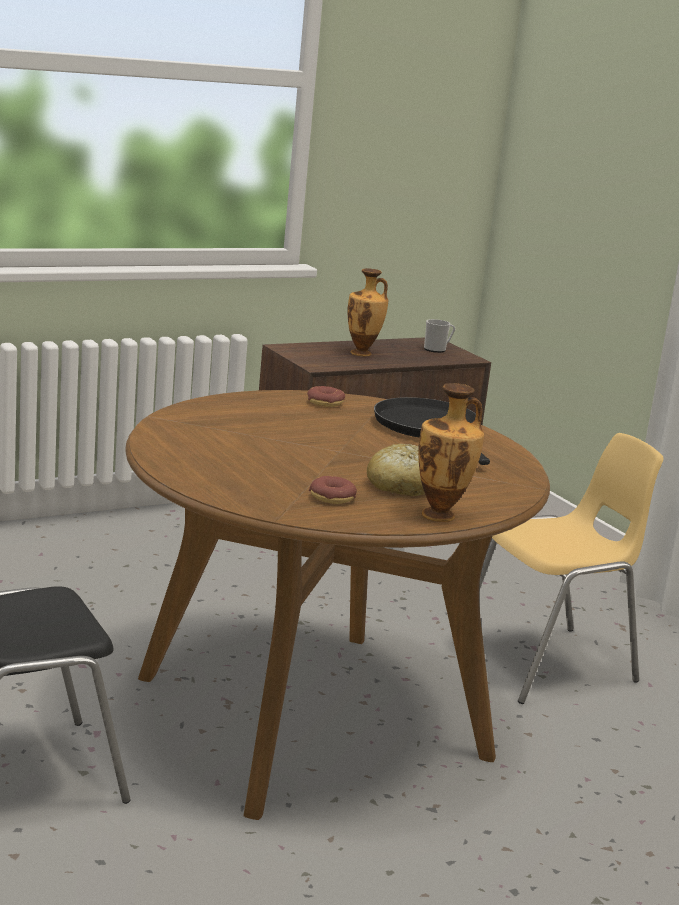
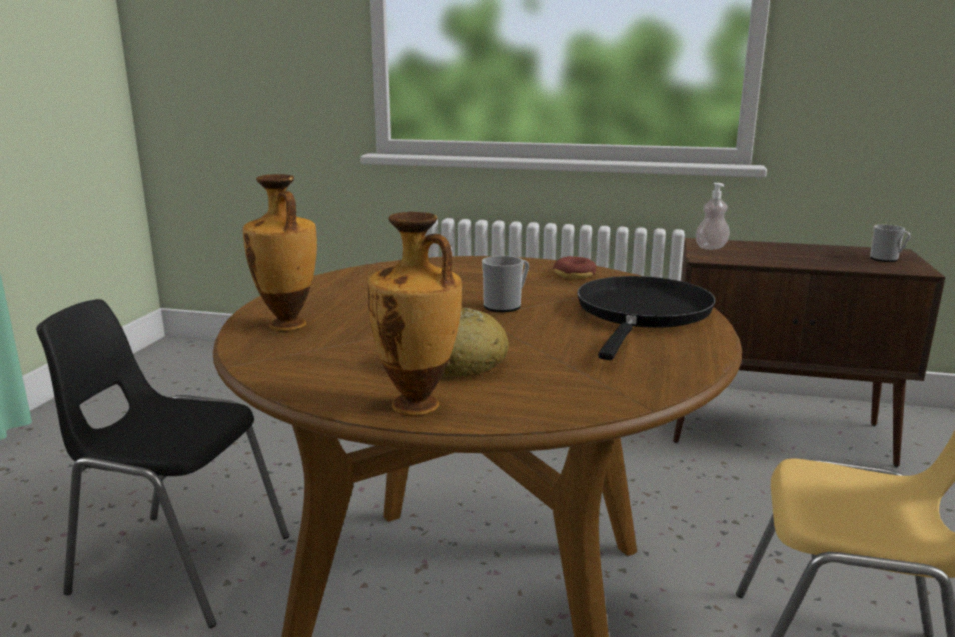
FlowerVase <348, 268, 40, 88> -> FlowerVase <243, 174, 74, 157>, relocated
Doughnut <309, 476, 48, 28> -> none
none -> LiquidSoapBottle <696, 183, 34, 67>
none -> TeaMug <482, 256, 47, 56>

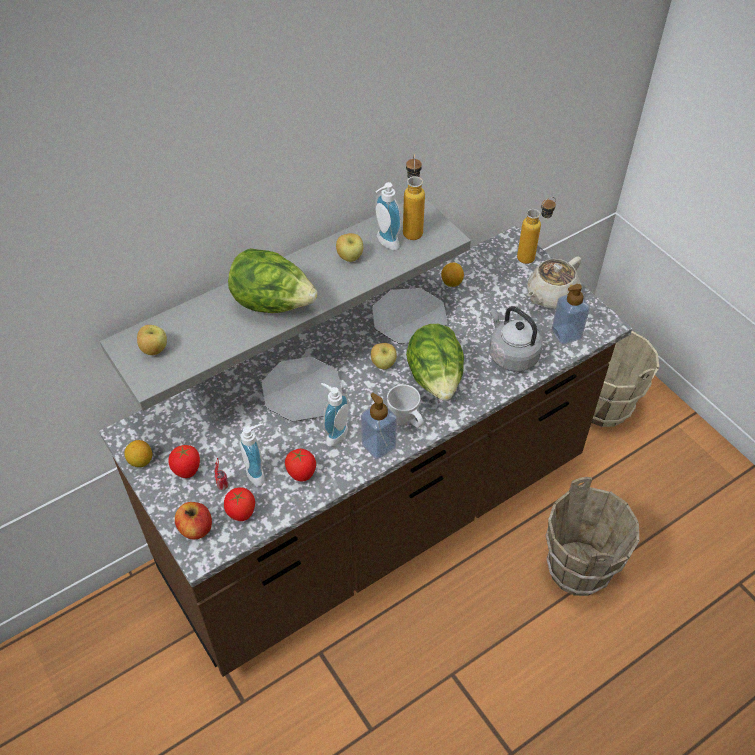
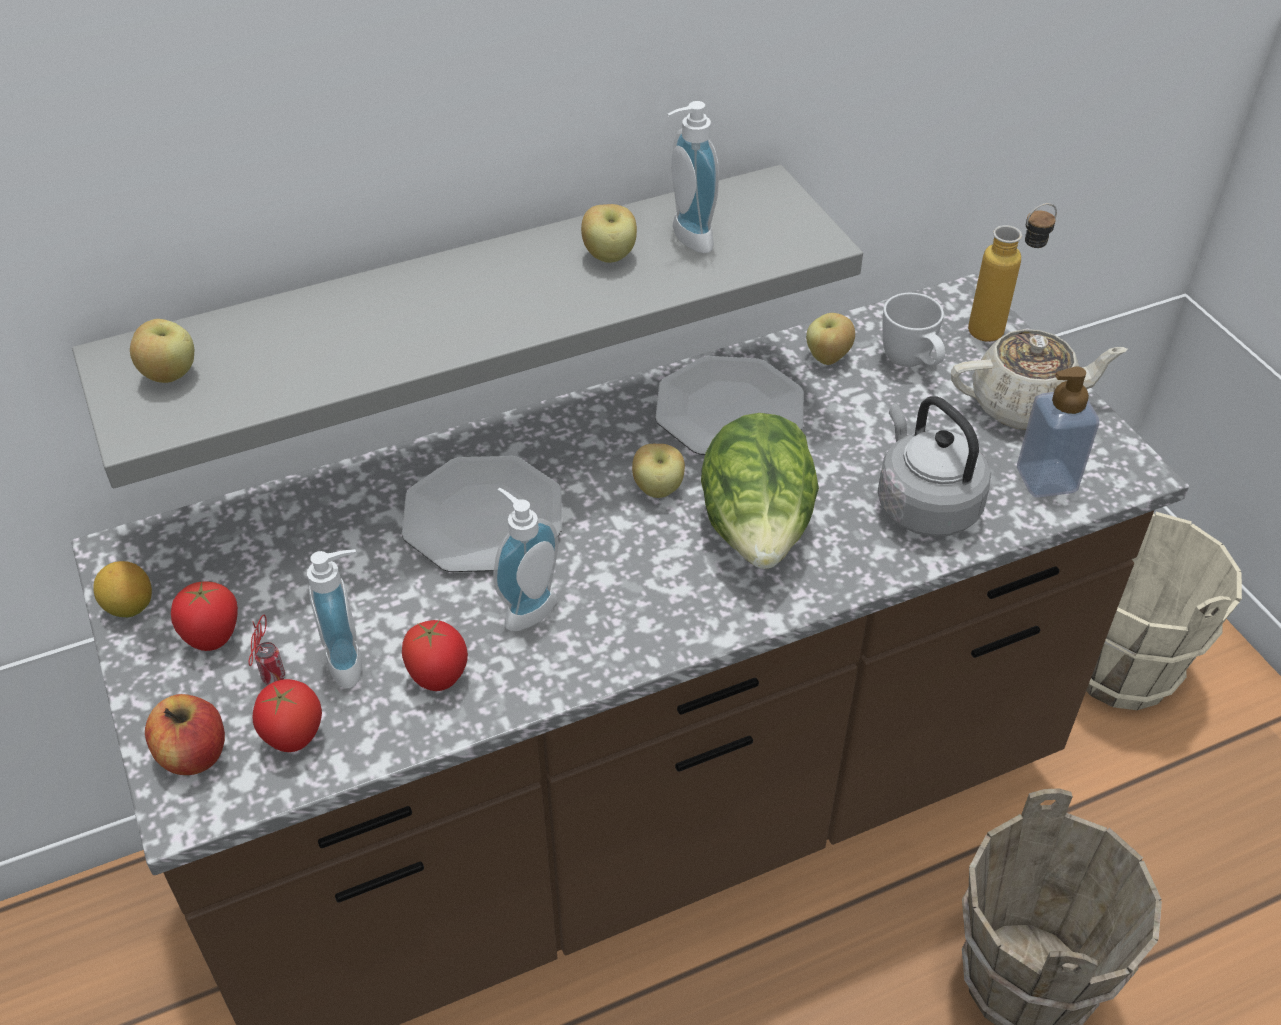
Bottle <403, 154, 22, 86> -> none
HeadOfLettuce <228, 248, 90, 65> -> none
SandColouredPotForTea <527, 256, 54, 53> -> SandColouredPotForTea <951, 329, 176, 101>, 150 degrees counterclockwise
Lemon <441, 262, 23, 25> -> Apple <806, 313, 49, 52>
WhitishTeaMug <387, 385, 37, 42> -> WhitishTeaMug <882, 293, 63, 74>, relocated
LiquidSoapBottle <361, 393, 36, 66> -> none

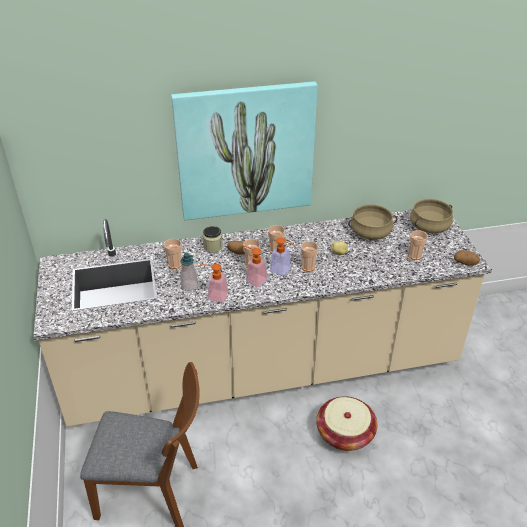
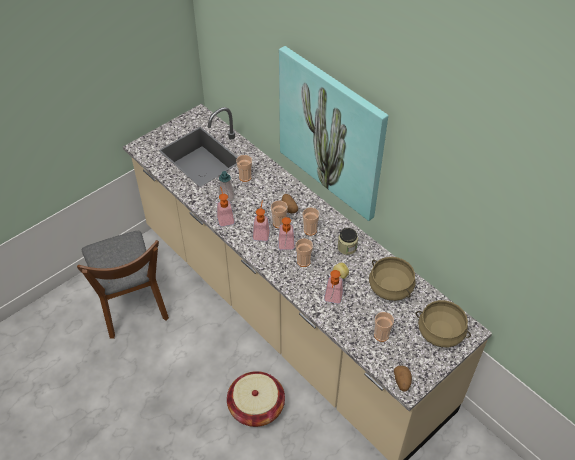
StorageJar <203, 226, 20, 27> -> StorageJar <338, 228, 20, 27>, relocated
none -> LiquidSoapBottle <324, 270, 19, 34>

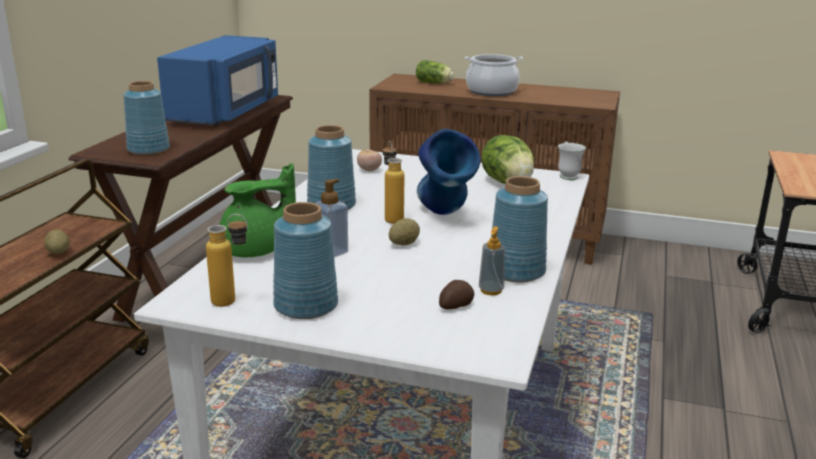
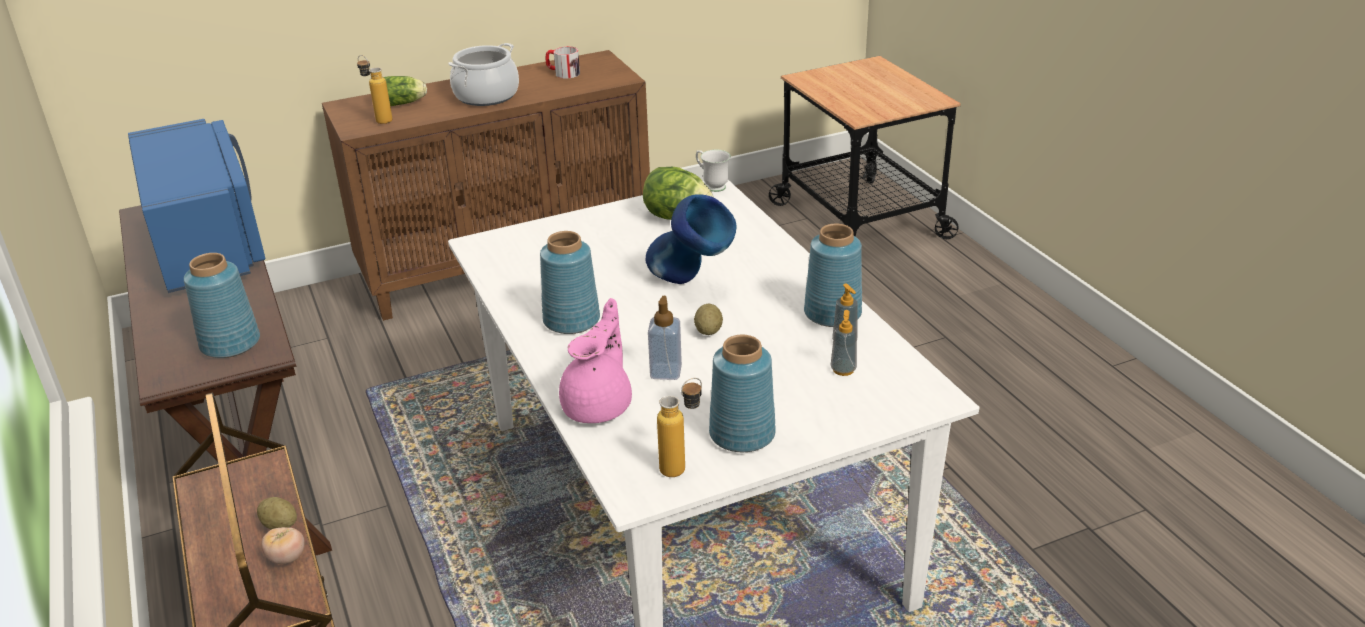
Bottle <383, 141, 21, 83> -> Bottle <357, 55, 36, 69>, relocated
Tomato <357, 149, 25, 22> -> Tomato <261, 527, 44, 37>, relocated
GreenishPotForTea <219, 163, 77, 94> -> PinkPotForTea <559, 298, 73, 125>
WholePotato <439, 280, 35, 30> -> LiquidSoapBottle <831, 310, 26, 66>
none -> TeaMug <546, 46, 34, 32>

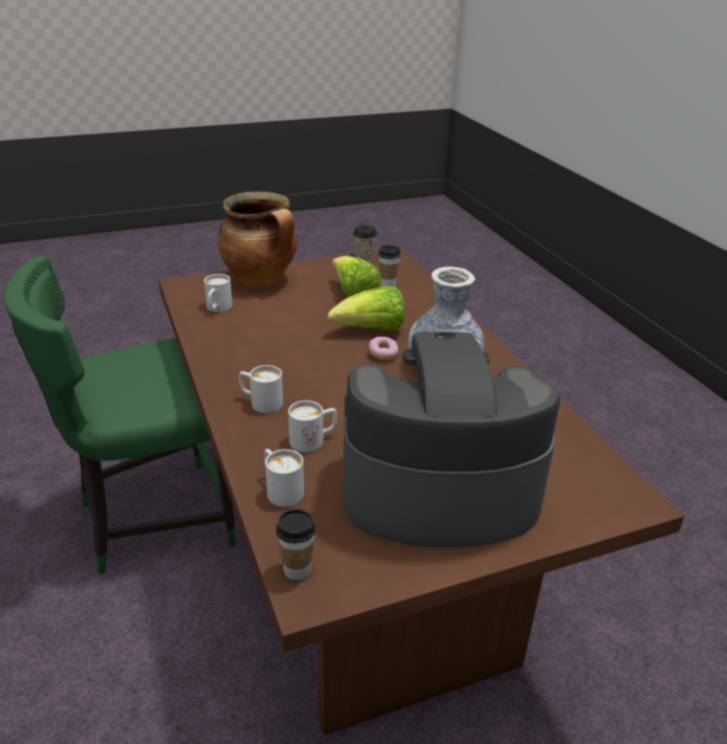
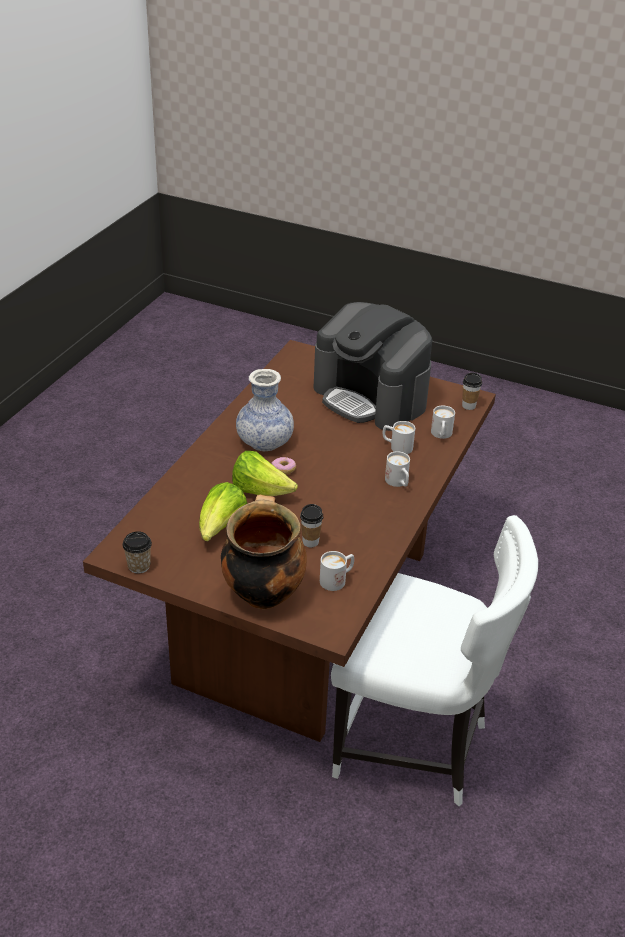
SmallCup <378, 245, 23, 42> -> SmallCup <300, 504, 23, 44>, relocated
GreenishUprightChair <4, 256, 232, 319> -> WhitishUprightChair <331, 515, 207, 291>

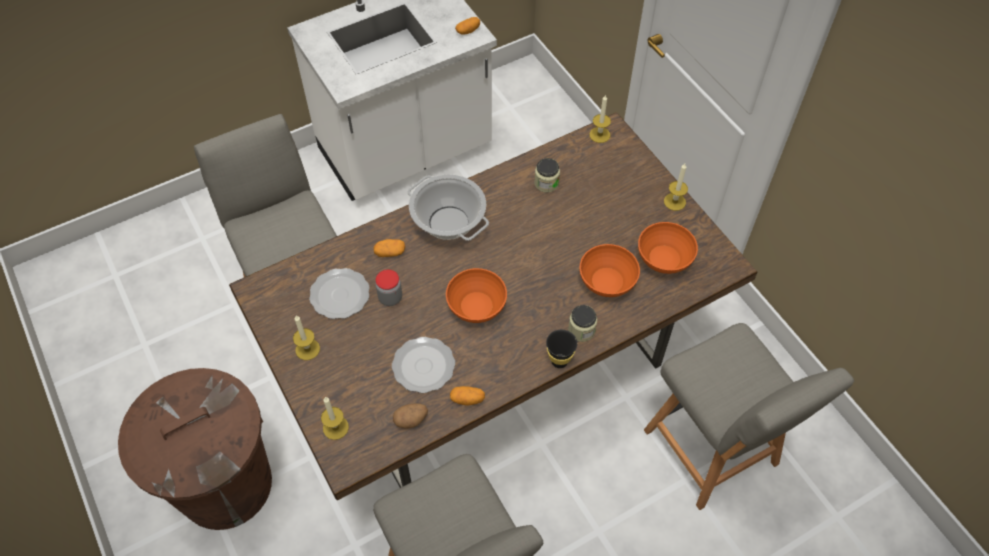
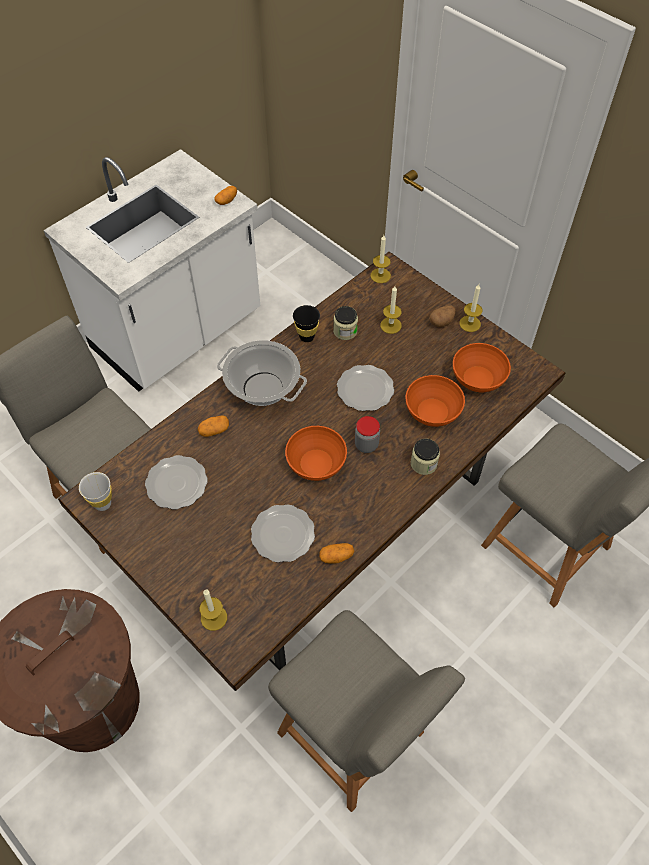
StorageJar <375, 269, 27, 37> -> StorageJar <355, 416, 25, 37>, relocated
WaxLight <293, 316, 27, 44> -> WaxLight <380, 286, 22, 48>, relocated
BlackColouredSmallCup <546, 330, 31, 38> -> BlackColouredSmallCup <293, 305, 27, 37>, relocated
WholePotato <393, 403, 35, 26> -> WholePotato <429, 305, 27, 22>, relocated
none -> DinnerPlate <337, 365, 57, 46>
none -> WhitishSmallCup <79, 472, 33, 39>

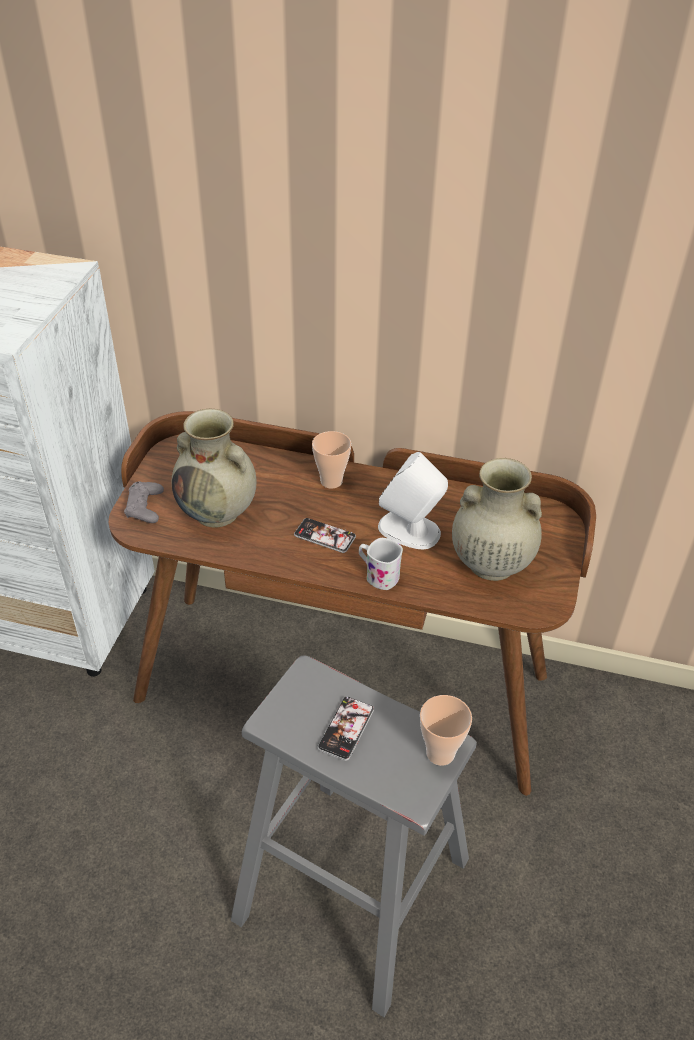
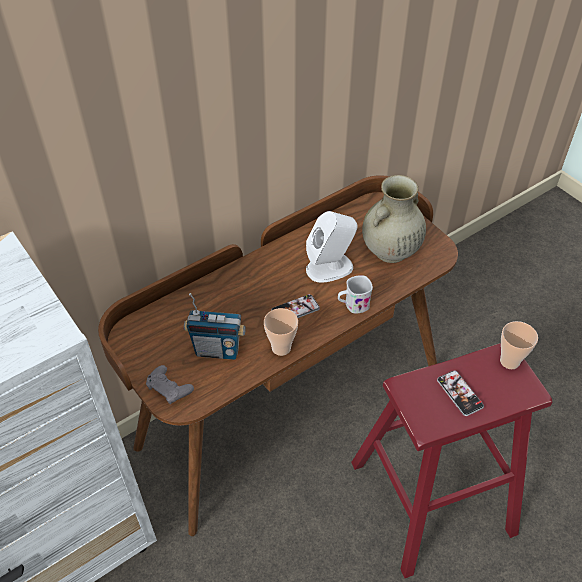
SandColouredFlowerVase <171, 409, 86, 119> -> RadioReceiver <184, 293, 62, 67>
SmallCup <312, 431, 39, 57> -> SmallCup <264, 308, 34, 48>, relocated
GreyishStoolSeat <231, 655, 246, 362> -> RedColouredStoolSeat <351, 343, 201, 235>

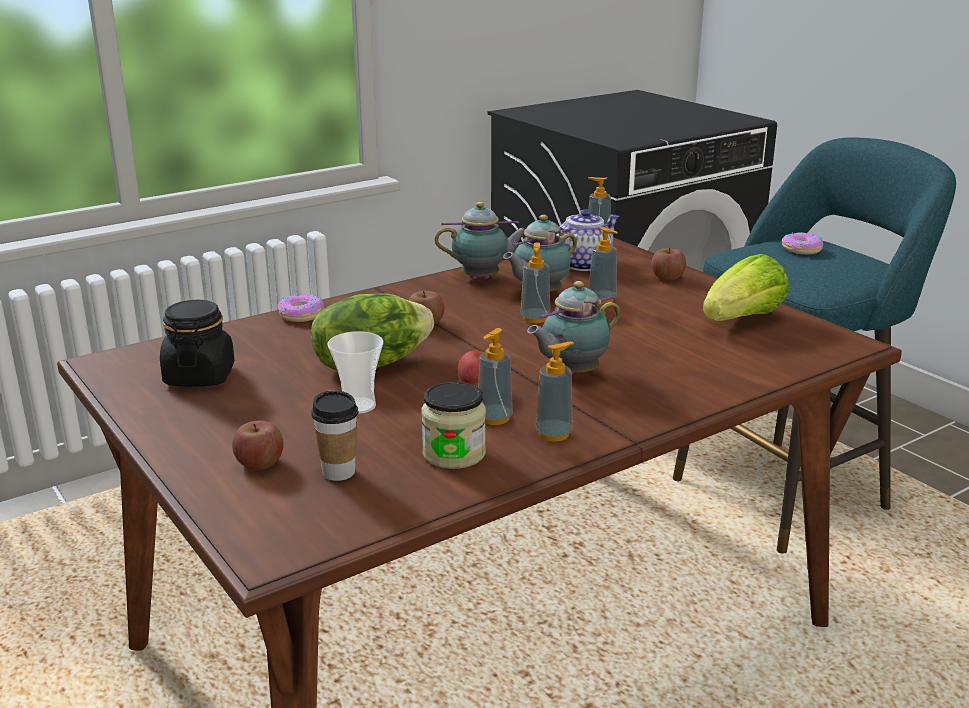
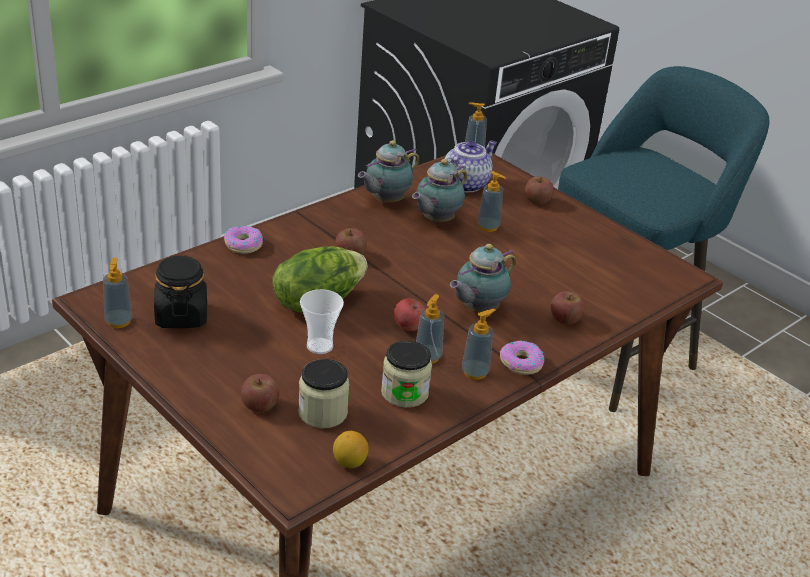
PotForTea <435, 202, 91, 77> -> PotForTea <358, 141, 61, 62>, 150 degrees clockwise
Doughnut <781, 232, 42, 22> -> Doughnut <500, 341, 44, 34>, relocated
LiquidSoapBottle <520, 242, 30, 81> -> LiquidSoapBottle <103, 258, 30, 70>, relocated
HeadOfLettuce <703, 254, 86, 67> -> none
SmallCup <311, 390, 48, 91> -> StorageJar <298, 359, 52, 69>
none -> Apple <551, 291, 33, 33>
none -> Lemon <333, 431, 36, 37>

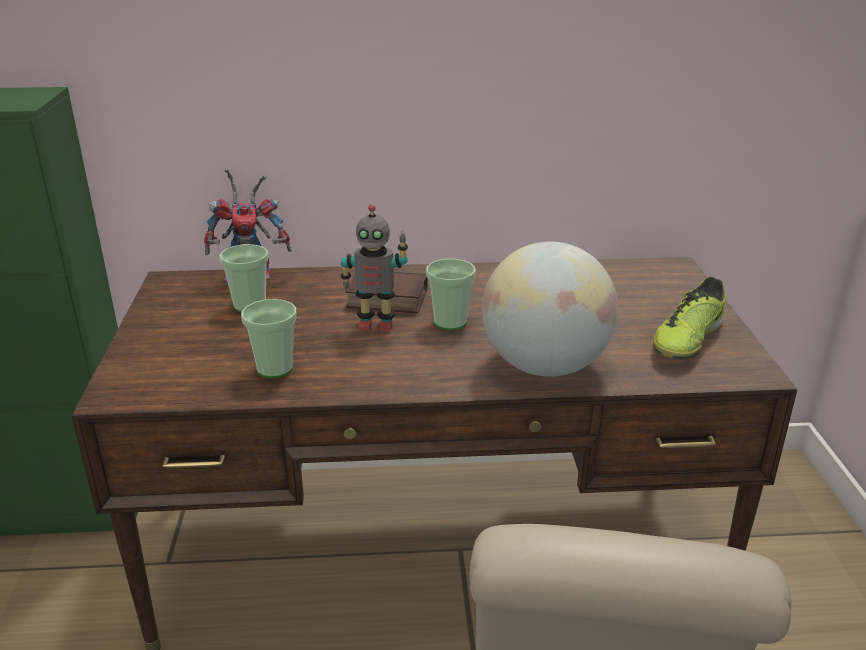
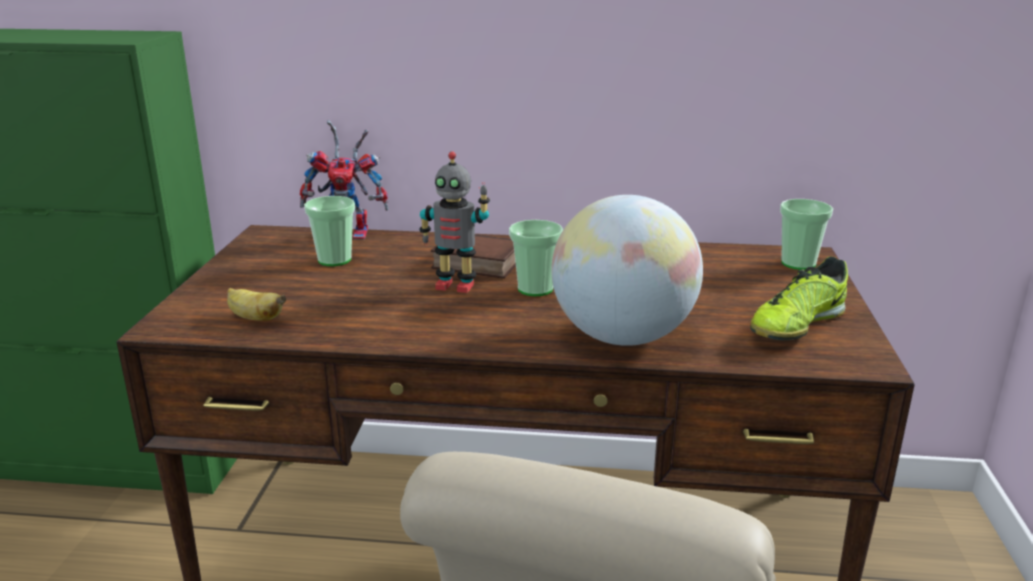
SmallCup <241, 299, 56, 79> -> SmallCup <780, 199, 53, 71>, relocated
none -> Banana <227, 288, 59, 33>

